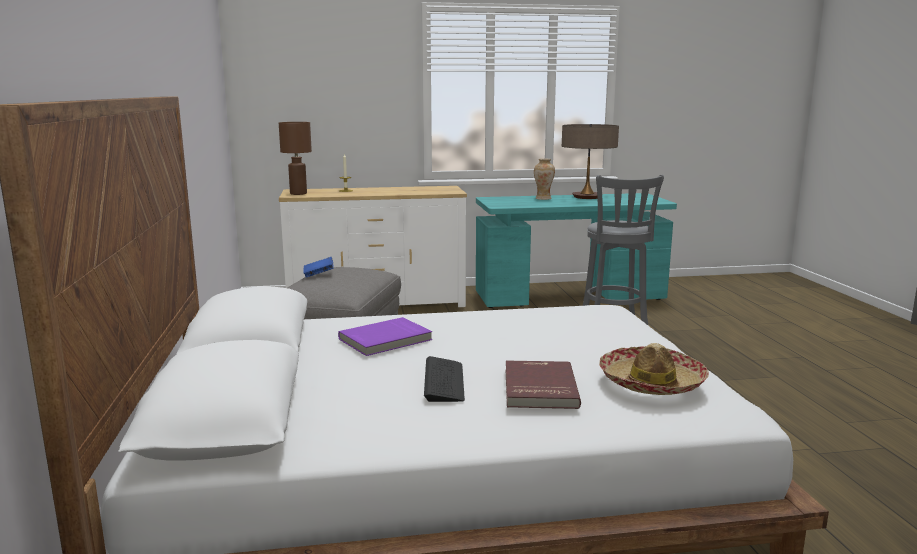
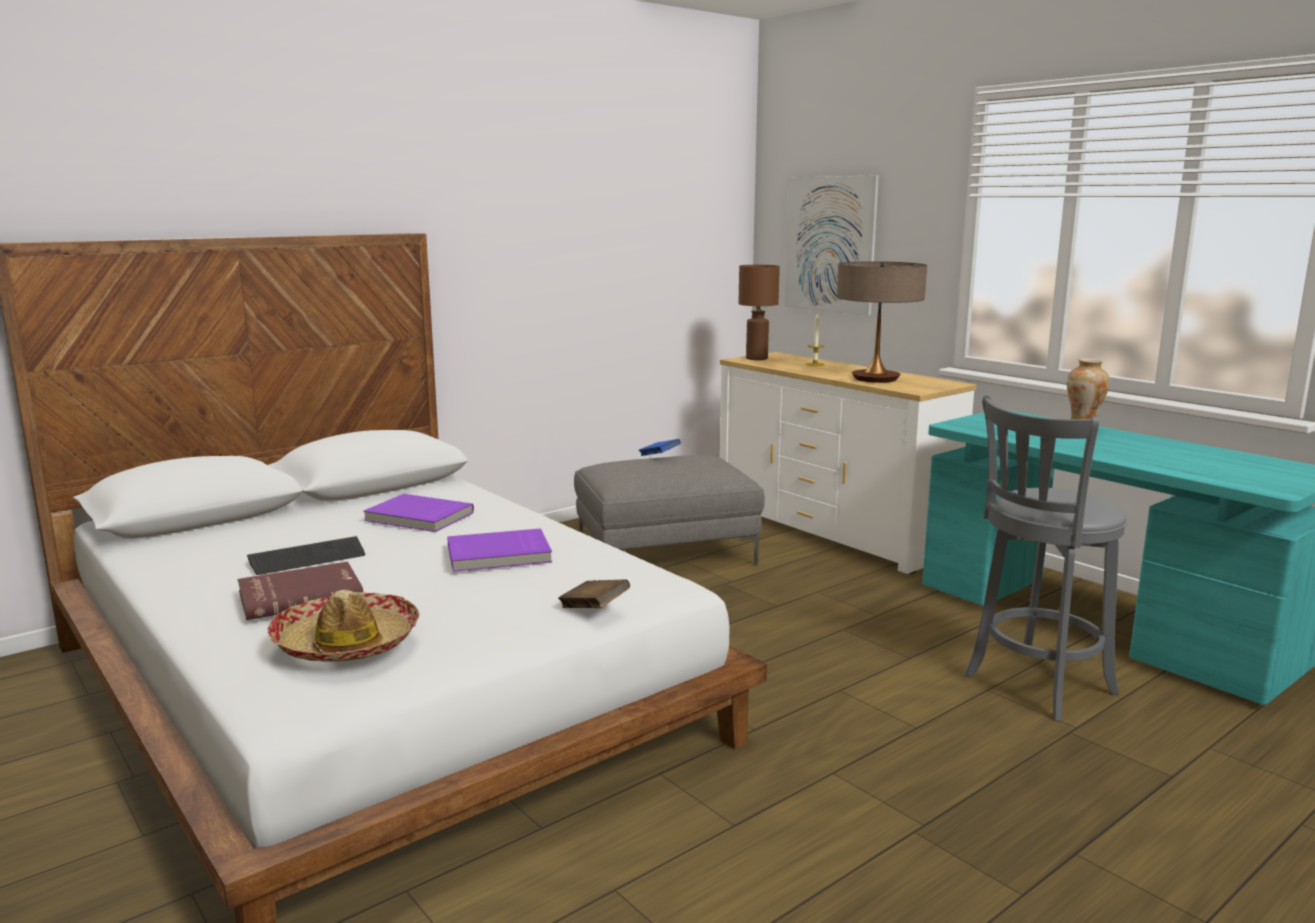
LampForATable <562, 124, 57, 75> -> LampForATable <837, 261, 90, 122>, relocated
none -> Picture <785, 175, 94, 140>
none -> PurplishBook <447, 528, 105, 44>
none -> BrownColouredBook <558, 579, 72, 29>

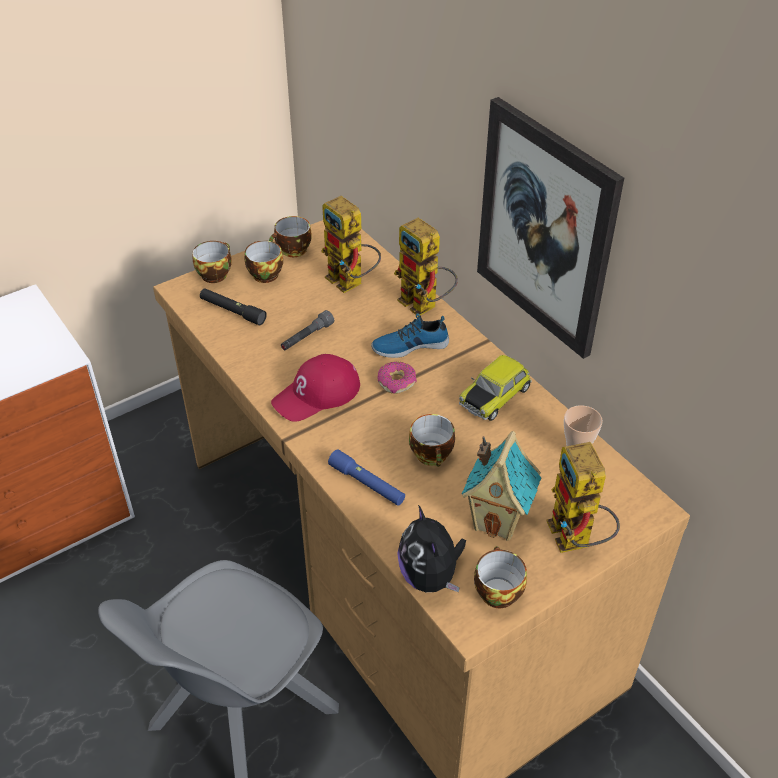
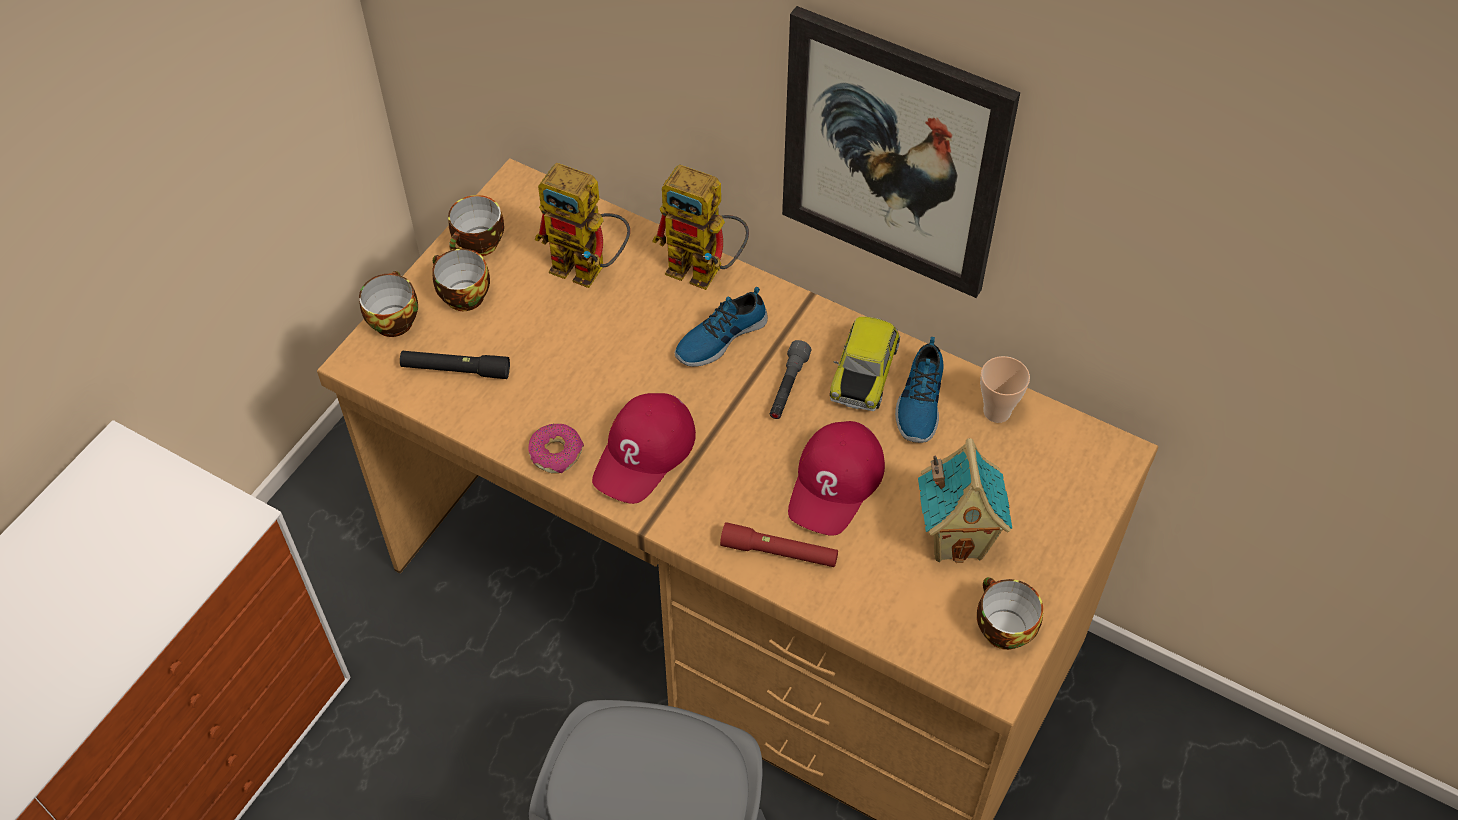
GreyishTorch <281, 310, 53, 40> -> GreyishTorch <770, 340, 41, 79>, relocated
Doughnut <377, 362, 40, 32> -> Doughnut <529, 424, 55, 49>, relocated
SmallCup <409, 414, 46, 53> -> RedColouredPeakedCap <788, 421, 97, 115>
ModelRobot <547, 442, 73, 111> -> none
BluishTorch <328, 449, 77, 57> -> RedColouredTorch <720, 522, 118, 45>
PlushToy <397, 505, 69, 87> -> none
none -> Shoe <895, 337, 48, 106>

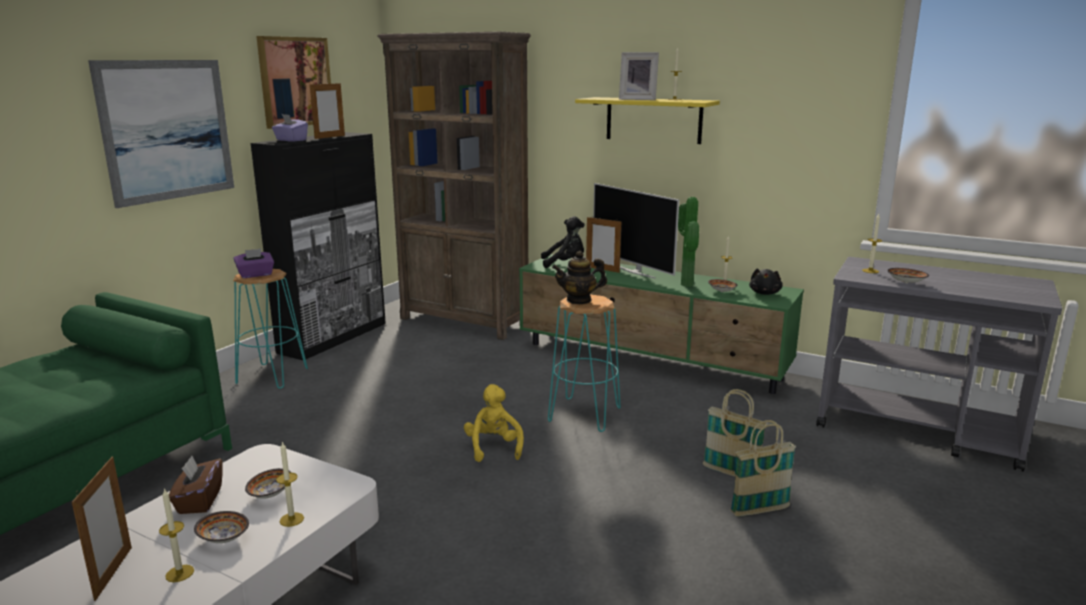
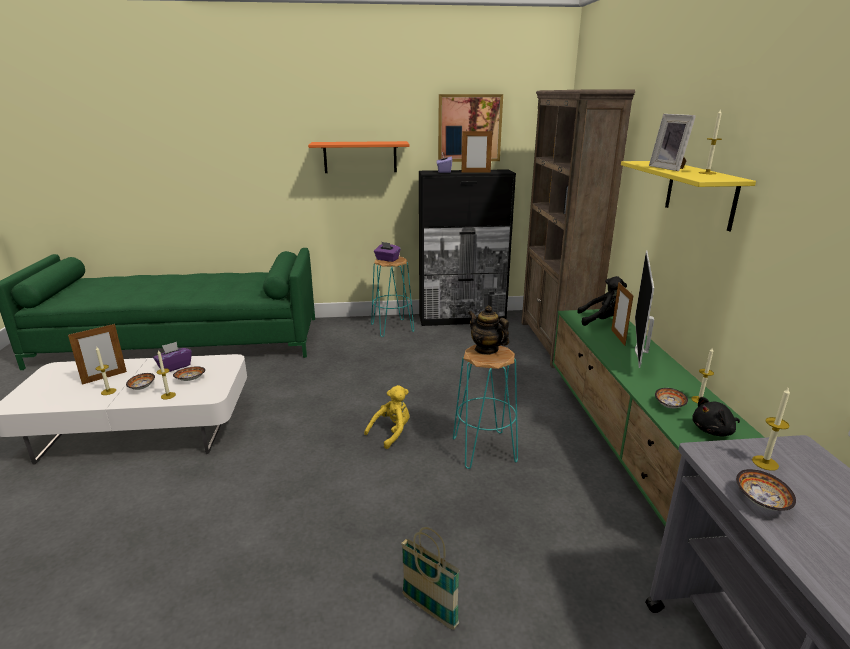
Picture <88, 60, 146, 148> -> OrangeyWallShelf <308, 141, 102, 32>
Houseplant <678, 197, 21, 90> -> none
BlackColouredPlushToy <541, 216, 44, 52> -> BlackColouredPlushToy <577, 276, 50, 50>, 45 degrees counterclockwise
Basket <703, 389, 64, 88> -> none
BrownColouredBoxOfTissues <169, 455, 54, 59> -> PurplishBoxOfTissues <153, 342, 39, 30>

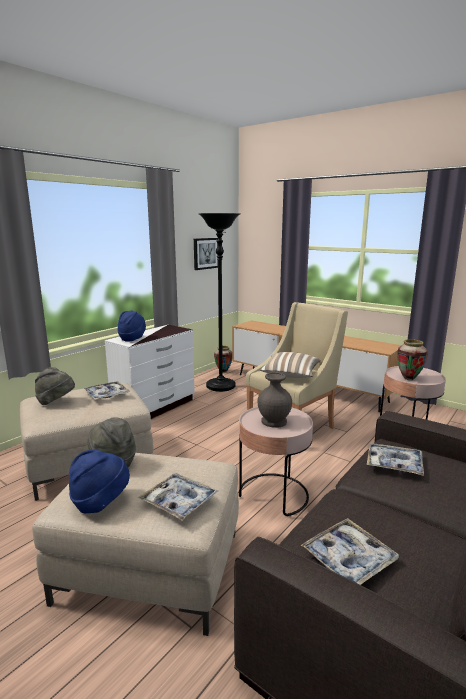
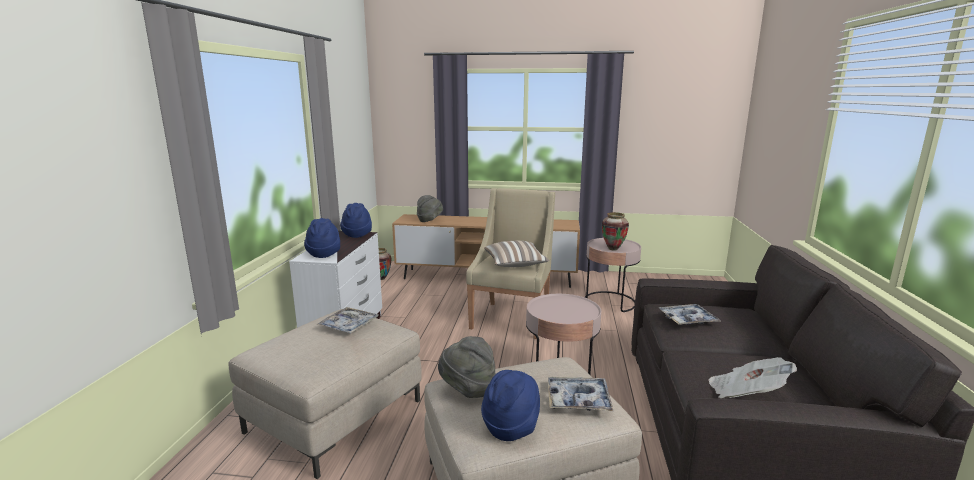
BlackColouredStandardLamp <199, 213, 41, 179> -> none
Picture <194, 238, 24, 32> -> none
GreyishHat <35, 367, 40, 38> -> GreyishHat <417, 195, 26, 27>, relocated
GreyishFlowerVase <257, 372, 35, 56> -> none
CarryingTray <301, 518, 98, 67> -> DailyPaper <708, 357, 89, 41>
none -> BluishHat <340, 203, 32, 35>

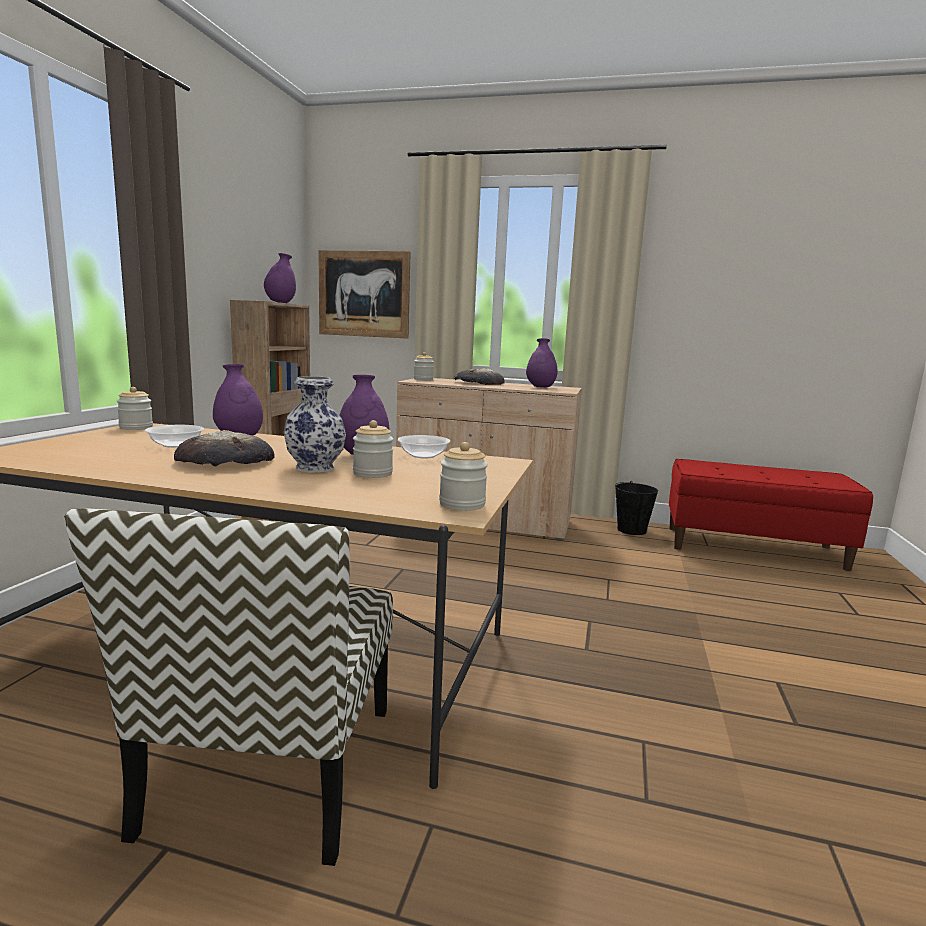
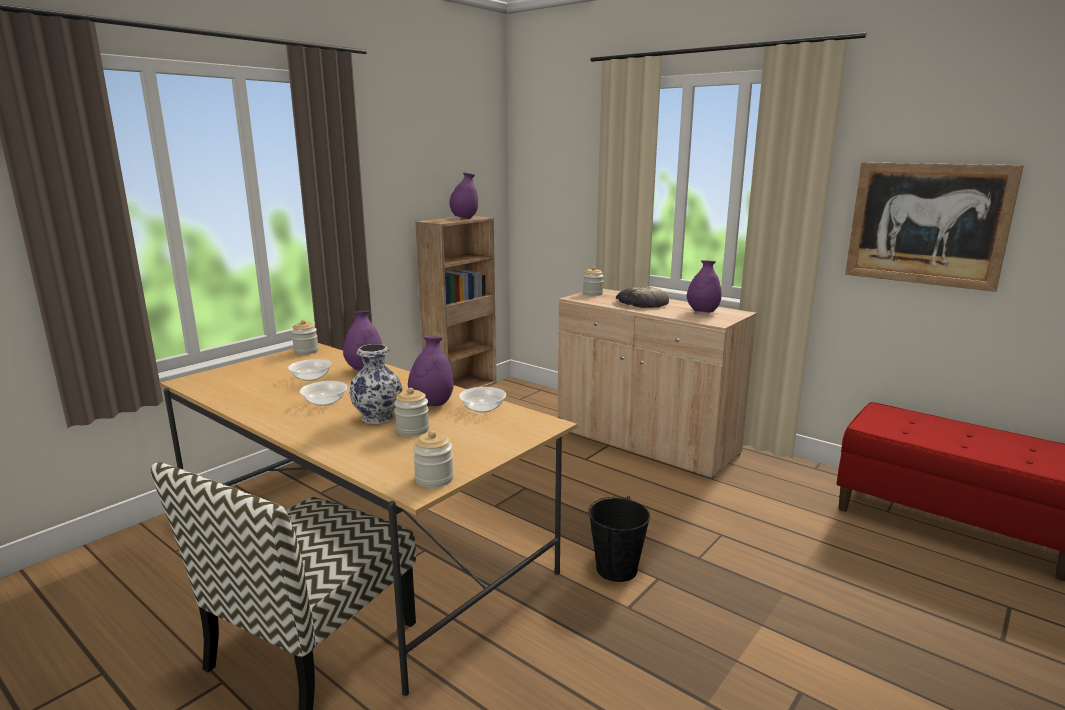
Picture <318, 250, 93, 89> -> Picture <845, 162, 179, 130>, relocated
BakedBread <174, 430, 101, 37> -> Bowl <300, 381, 47, 25>
BlackColouredWaterBucket <615, 481, 43, 54> -> BlackColouredWaterBucket <588, 496, 62, 86>, relocated

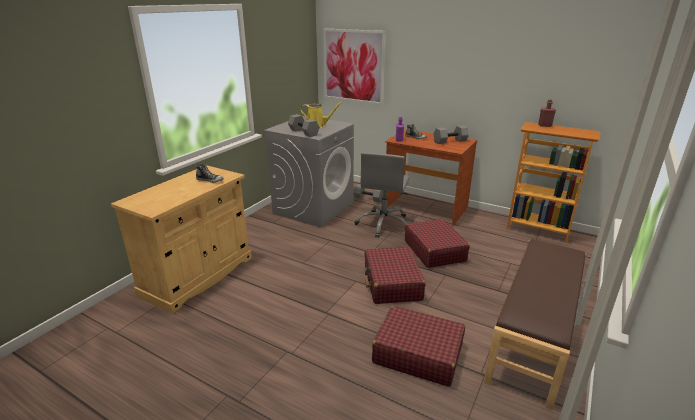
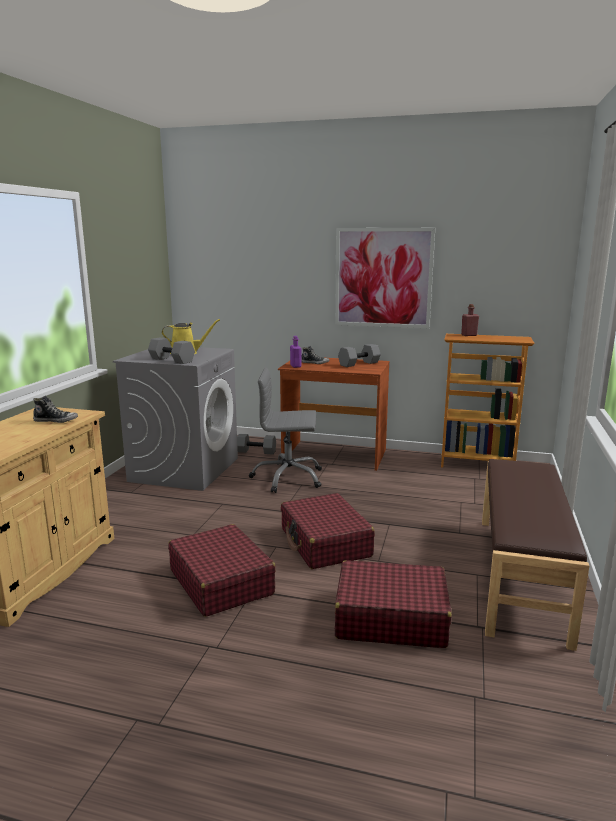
Picture <323, 28, 63, 77> -> Picture <335, 228, 100, 100>, relocated
GreyishDeskChair <354, 152, 56, 86> -> GreyishDeskChair <249, 368, 73, 125>, 90 degrees clockwise
RedColouredPieceOfLuggage <405, 219, 65, 49> -> RedColouredPieceOfLuggage <168, 524, 108, 93>, relocated

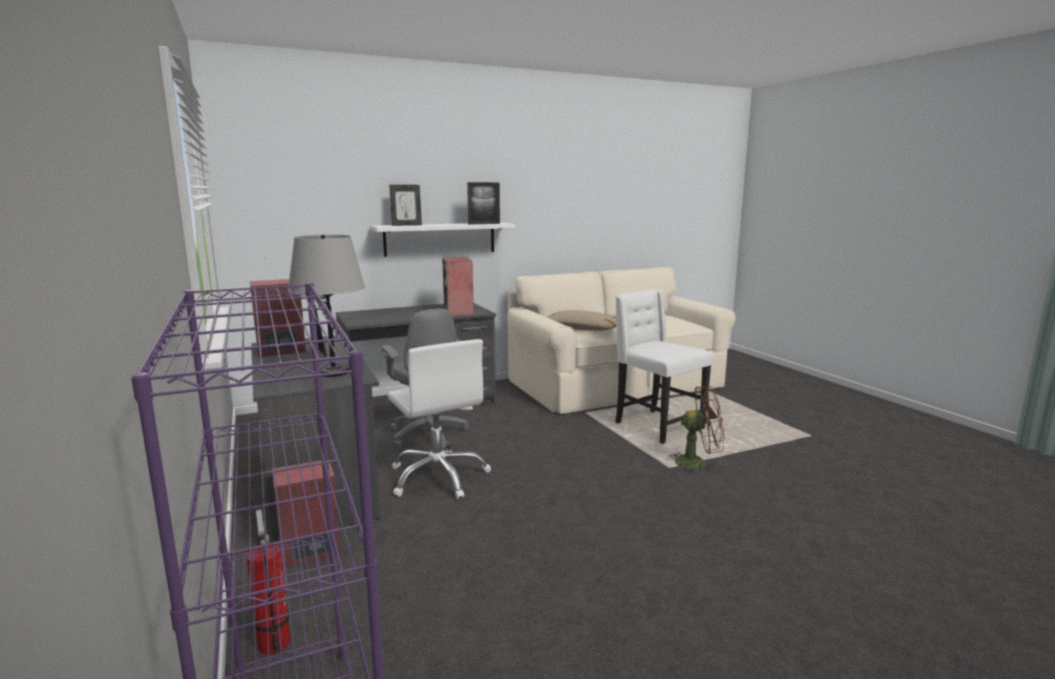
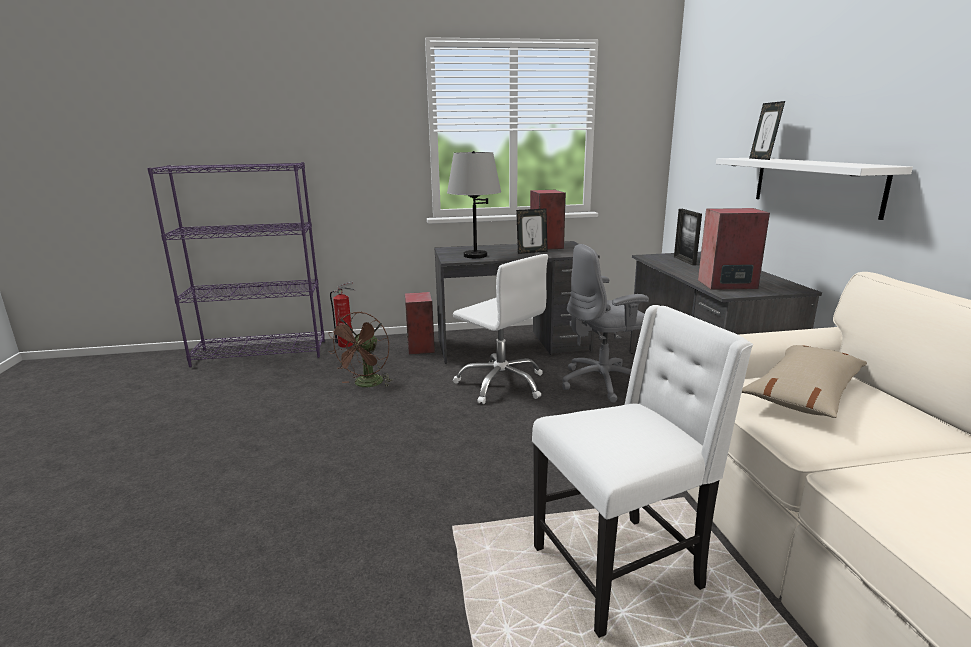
PhotoFrame <467, 182, 33, 42> -> PhotoFrame <674, 209, 28, 56>, relocated
WhitishDeskChair <387, 339, 104, 160> -> WhitishDeskChair <453, 254, 95, 150>, 120 degrees counterclockwise
BrownColouredFan <665, 386, 59, 89> -> BrownColouredFan <328, 312, 65, 75>, relocated

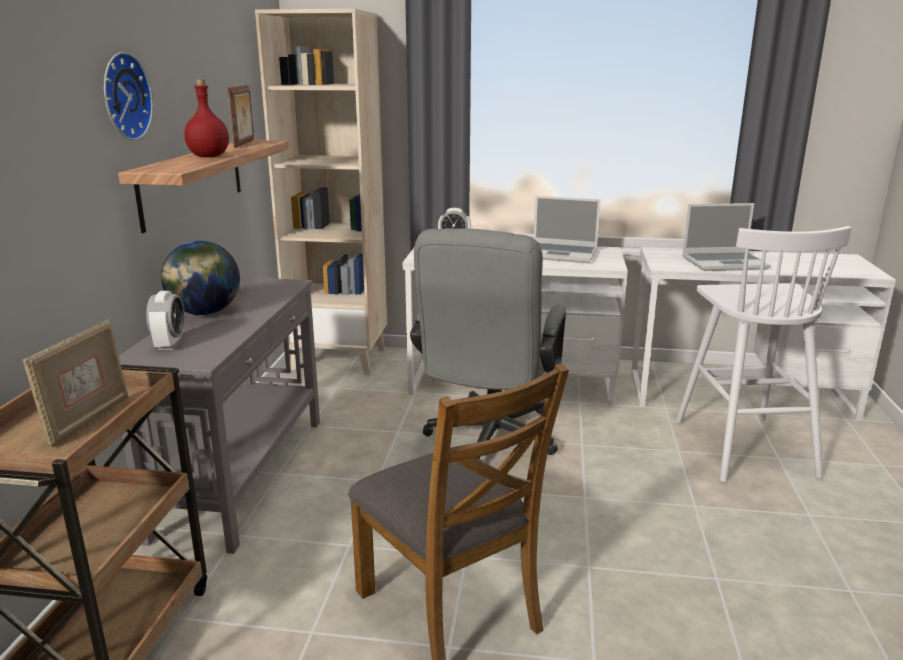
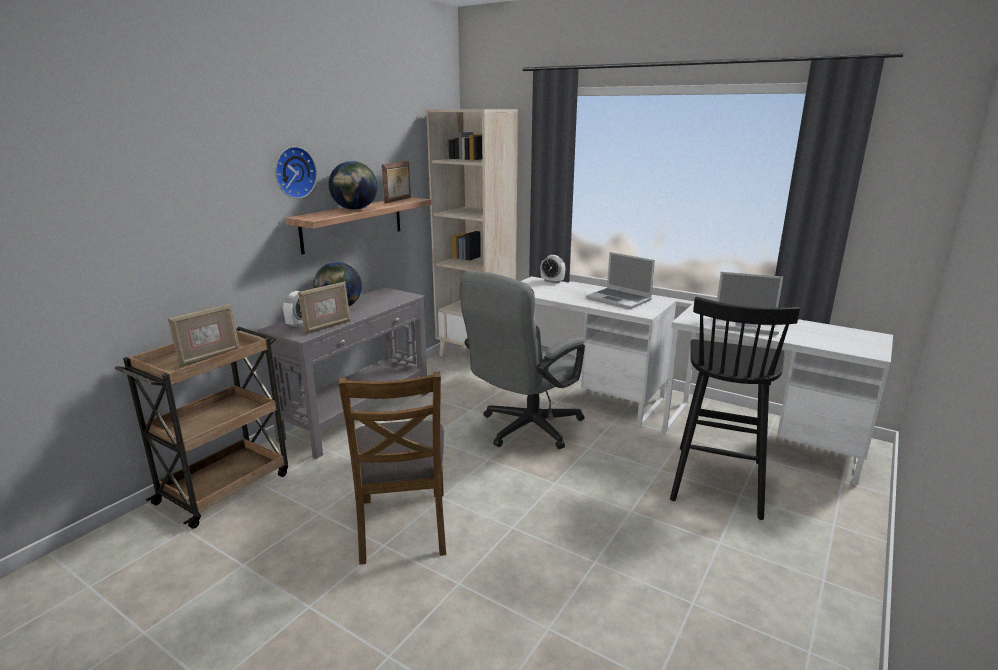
RedColouredBottle <184, 79, 45, 78> -> WorldGlobe <328, 161, 50, 49>
WhitishStoolSeat <676, 226, 176, 257> -> BlackColouredStoolSeat <670, 297, 130, 223>
none -> PhotoFrame <298, 281, 53, 53>

